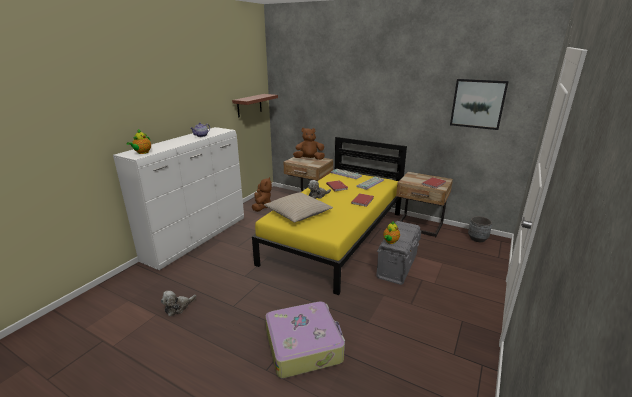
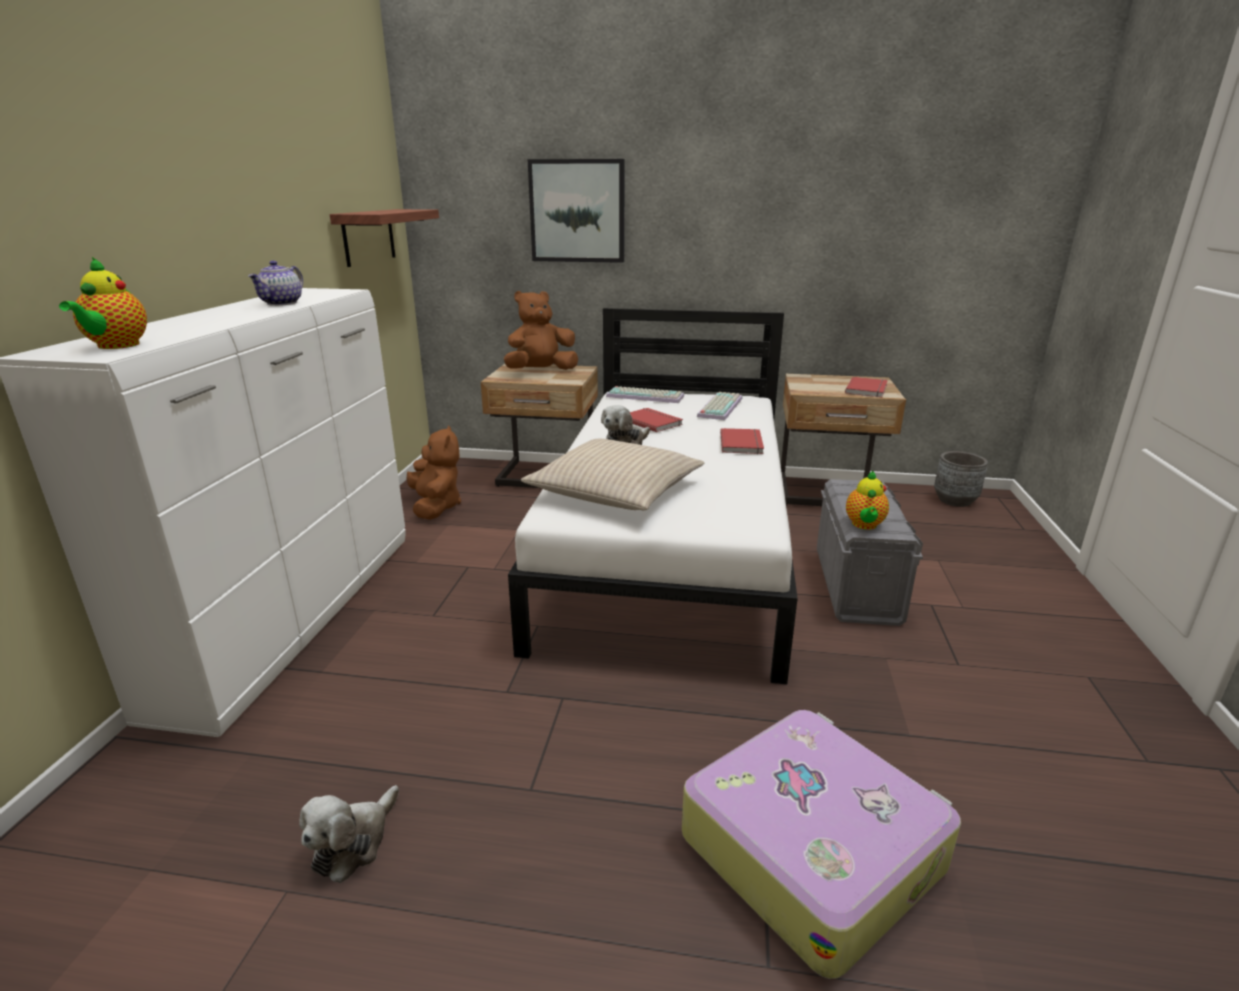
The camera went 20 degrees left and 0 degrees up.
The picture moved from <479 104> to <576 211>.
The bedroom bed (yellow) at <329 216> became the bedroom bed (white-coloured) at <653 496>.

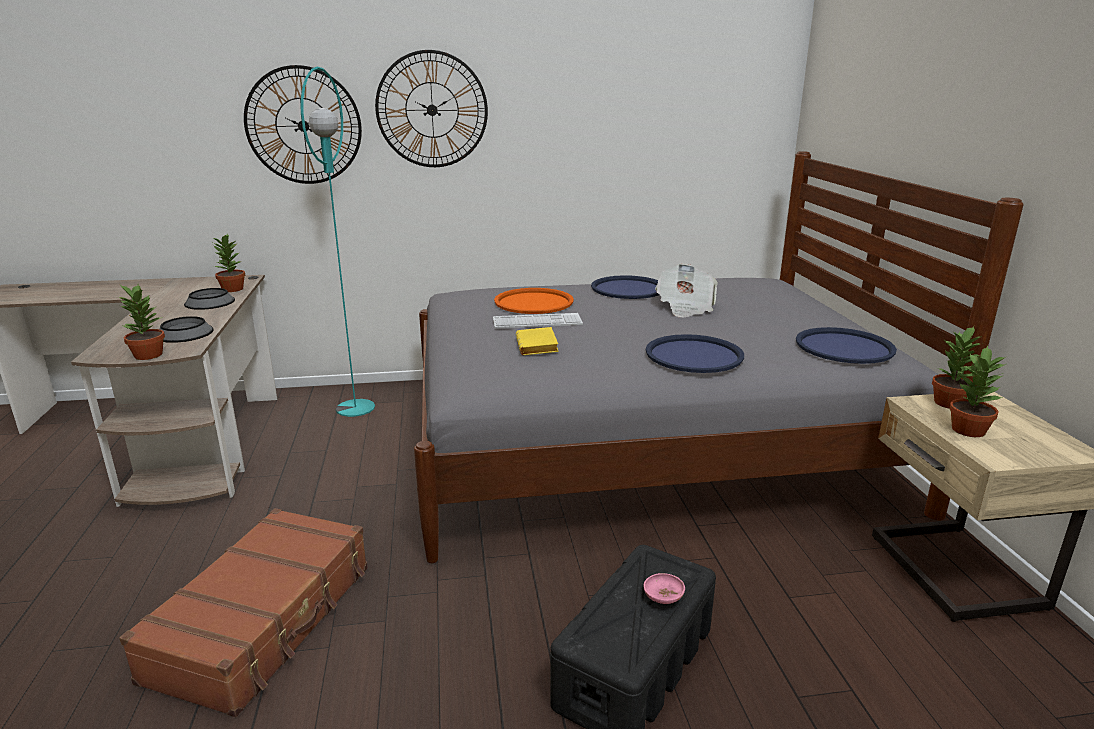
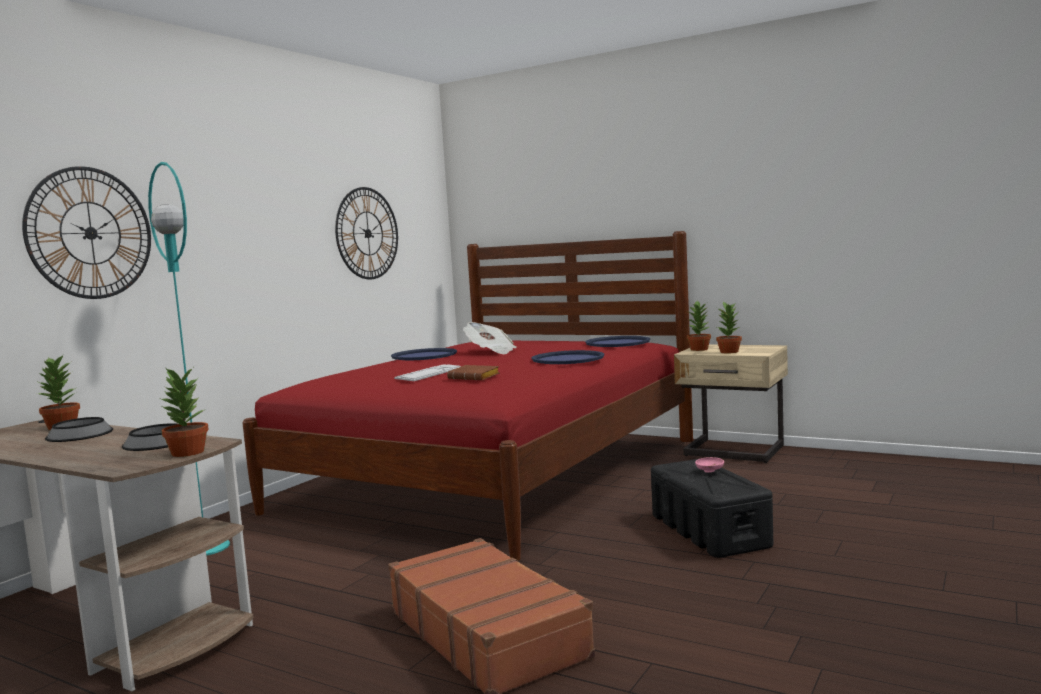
The camera went 50 degrees left and 15 degrees down.
The wall clock moved from <431 108> to <366 233>.
The bedroom bed (greyish) at <719 357> became the bedroom bed (red-coloured) at <467 396>.
The tray (orangey) at <534 301> disappeared.
The book (yellow) at <537 341> became the book (brown-coloured) at <473 372>.

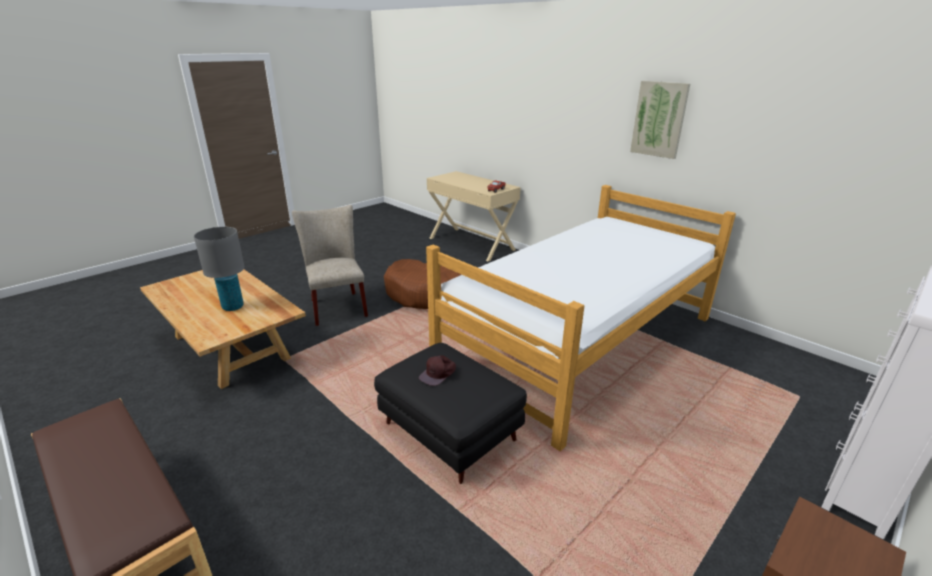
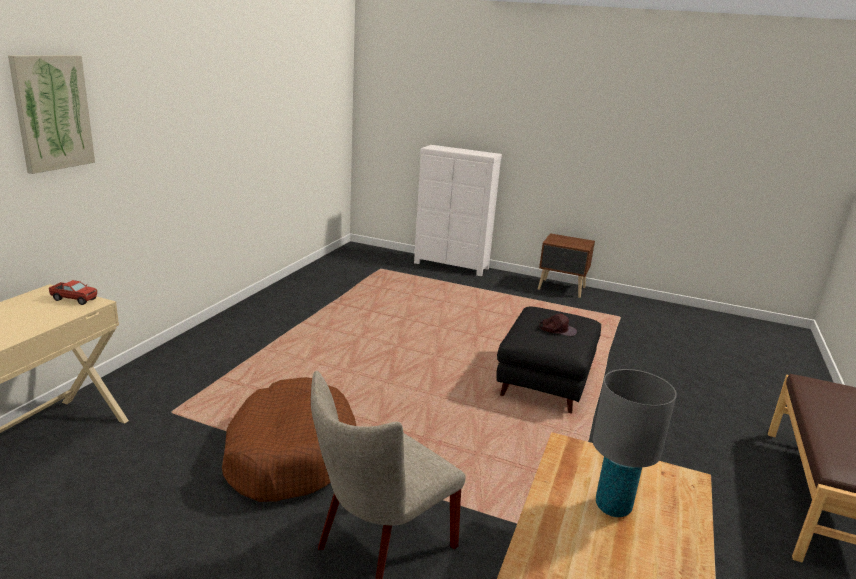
The camera went 115 degrees left and 5 degrees down.
The picture moved from <660 120> to <51 114>.
The bedroom bed at <581 318> disappeared.

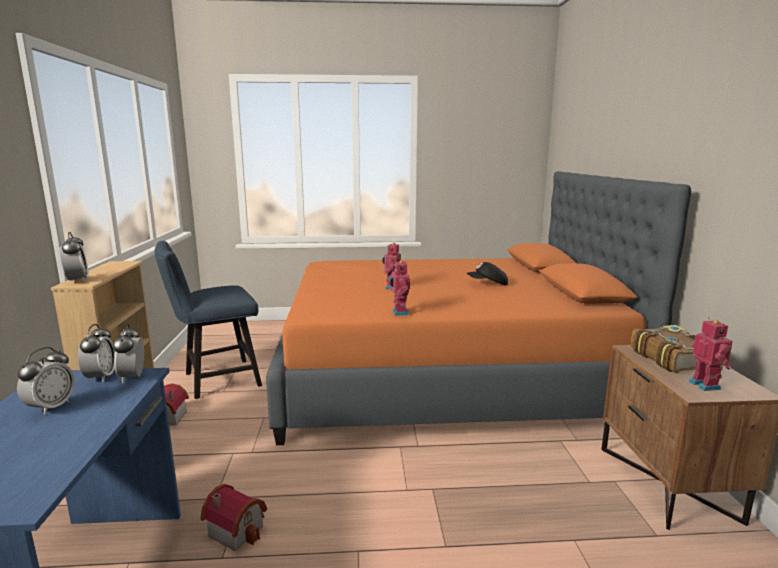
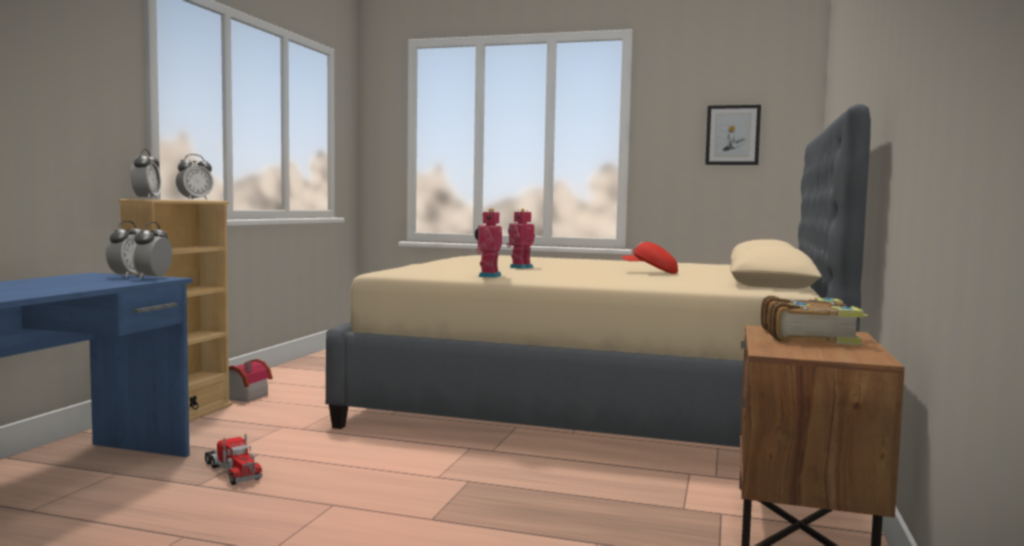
The camera went 20 degrees right and 10 degrees down.
The bedroom bed (orangey) at <478 308> became the bedroom bed (sand-coloured) at <598 275>.
The plain chair (blue-coloured) at <208 320> disappeared.
The cap (black-coloured) at <487 273> became the cap (red-coloured) at <649 258>.
The toy robot at <710 354> disappeared.
The table clock moved from <46 381> to <194 177>.
The toy house at <234 517> was replaced by the toy truck at <234 459>.
The picture at <733 135> appeared.

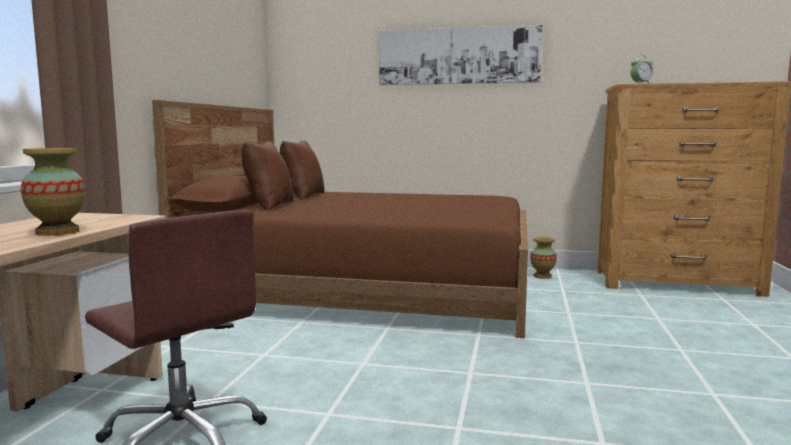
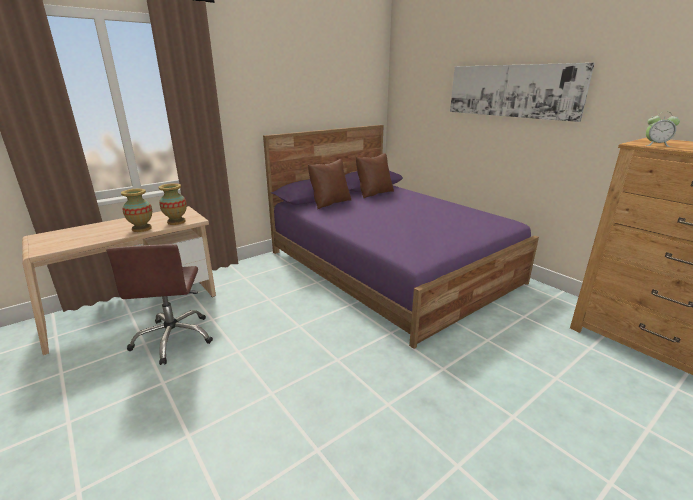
The camera went 40 degrees right and 15 degrees up.
The bedroom bed (brown-coloured) at <340 219> became the bedroom bed (purple-coloured) at <401 237>.
The flower vase moved from <543 258> to <173 204>.

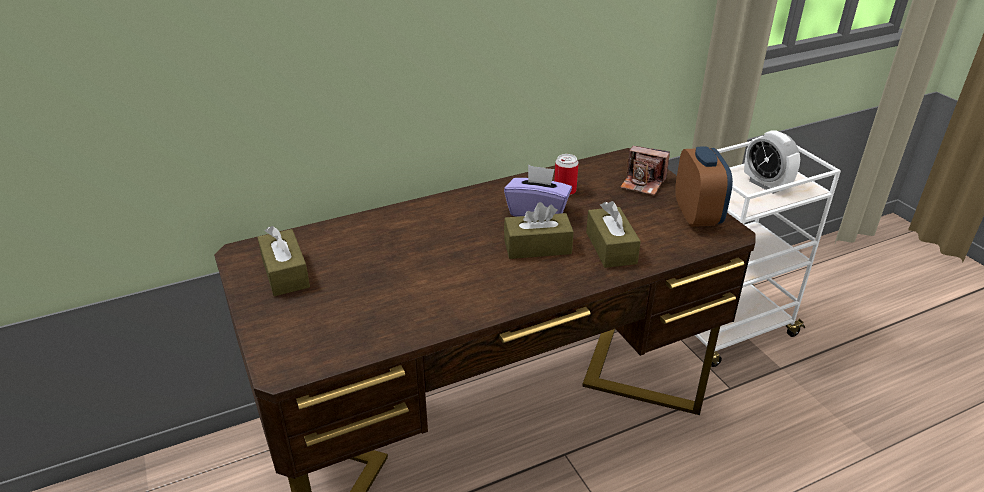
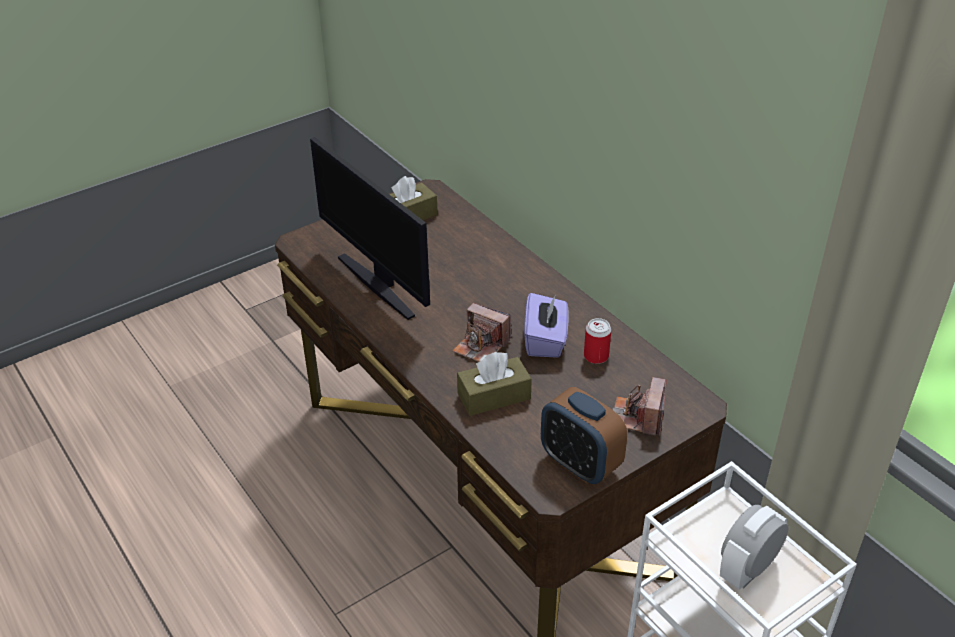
The camera went 80 degrees right and 5 degrees up.
The table clock at <704 186> turned 60 degrees clockwise.
The tissue holder (brown-coloured) at <539 230> was replaced by the still camera at <482 332>.
The computer screen at <370 228> appeared.

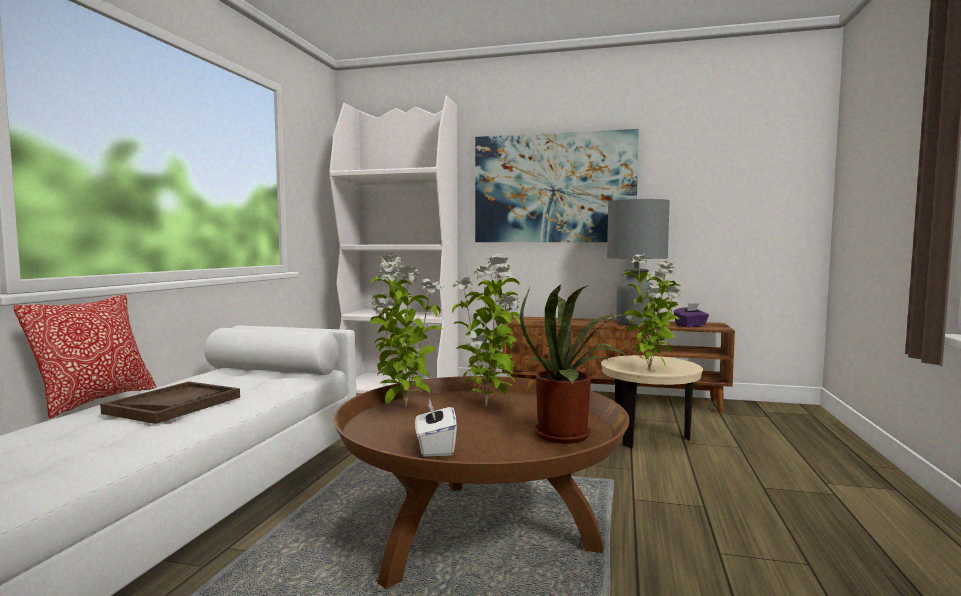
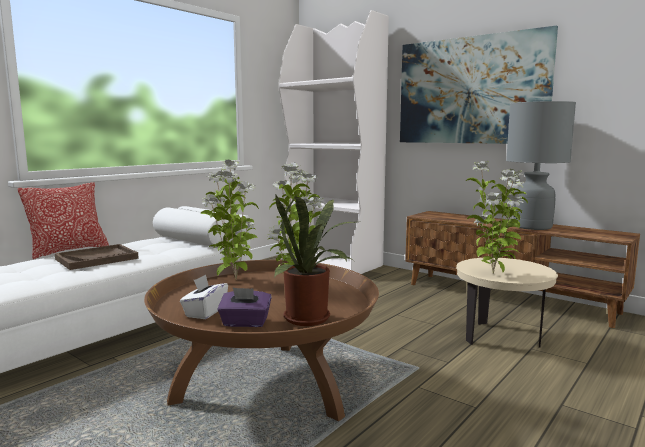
The camera went 25 degrees right and 5 degrees up.
The tissue holder (purple-coloured) moved from <691 315> to <244 307>.

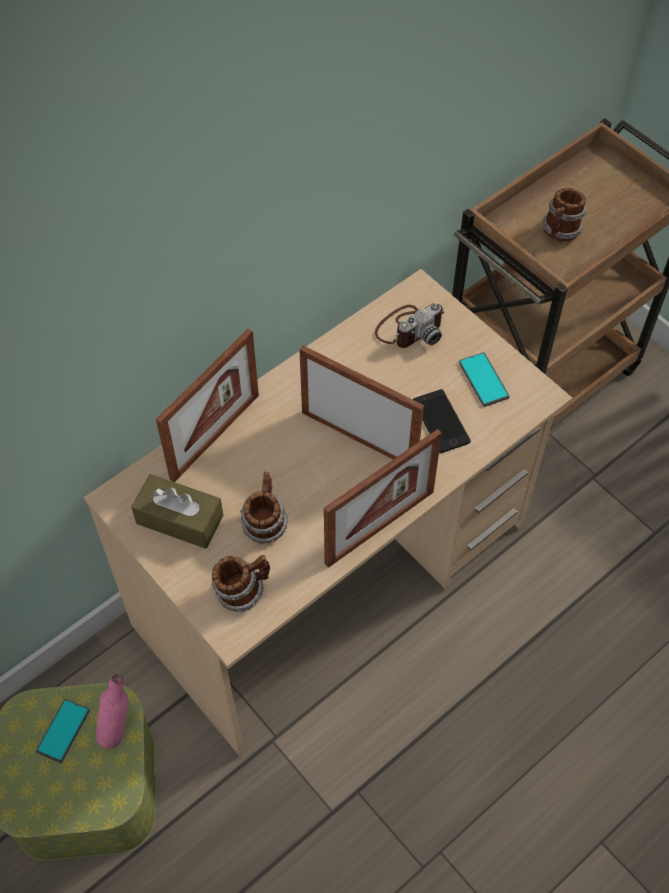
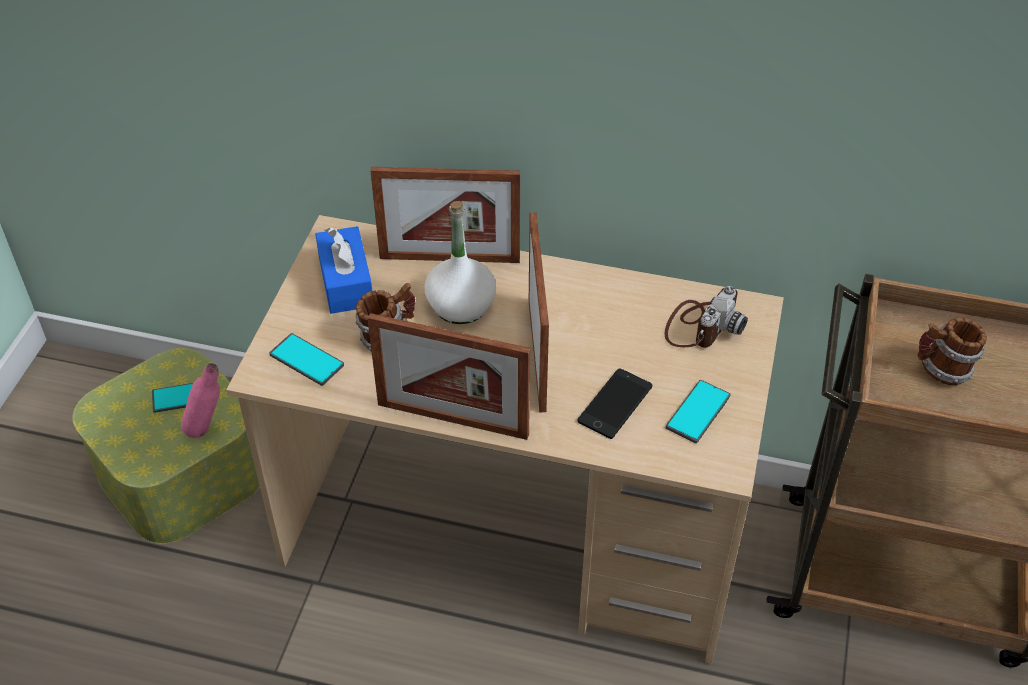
The camera went 55 degrees right and 10 degrees down.
The still camera at <409 325> turned 75 degrees counterclockwise.
The tissue holder (brown-coloured) at <177 511> became the tissue holder (blue-coloured) at <343 270>.
The tea mug at <240 583> was replaced by the phone at <306 359>.
The bottle (white-coloured) at <460 262> appeared.

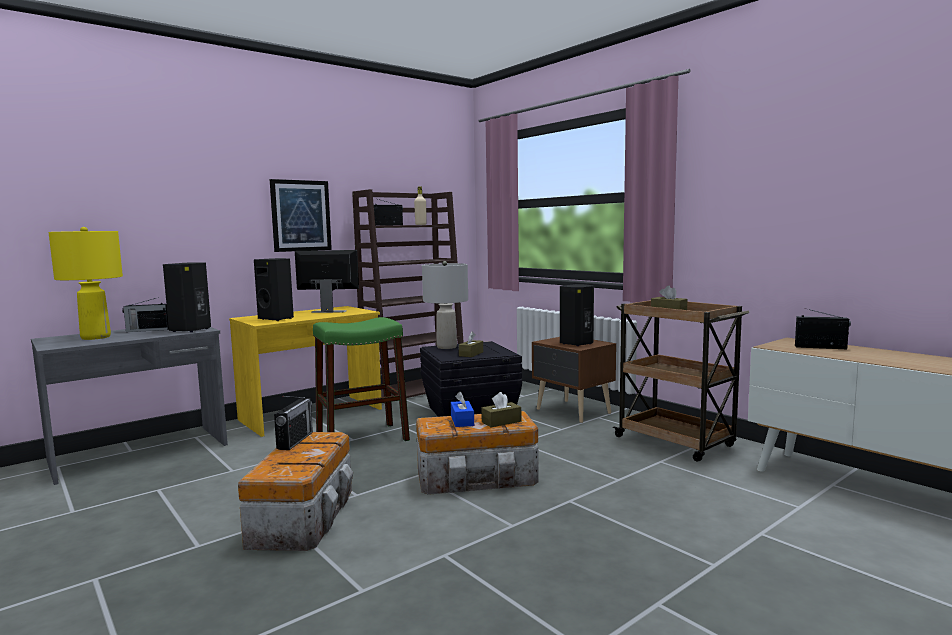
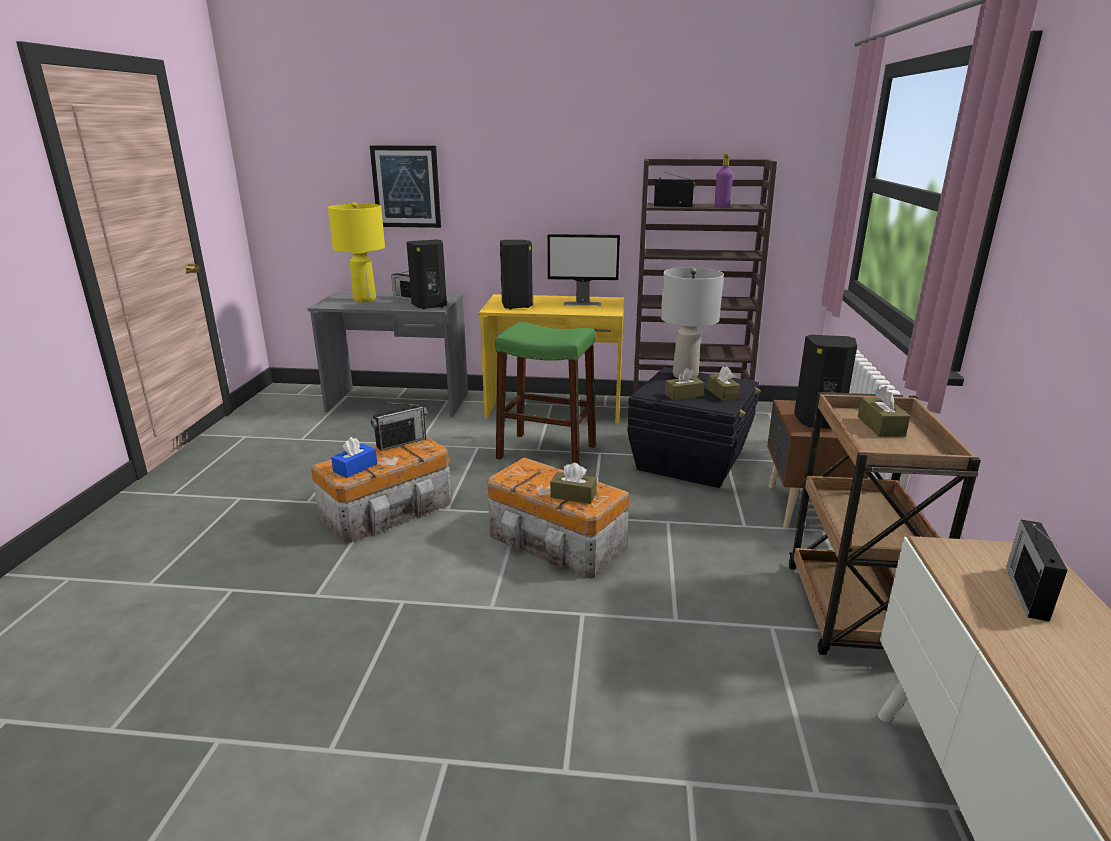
The camera went 45 degrees right and 15 degrees up.
The picture moved from <301 215> to <405 186>.
The bottle (sand-coloured) at <420 205> became the bottle (purple-coloured) at <724 181>.
The computer screen at <327 281> turned 135 degrees clockwise.
The radio at <823 328> turned 135 degrees counterclockwise.
The tissue holder (blue-coloured) moved from <462 409> to <354 457>.
The tissue holder (brown-coloured) at <723 383> appeared.

